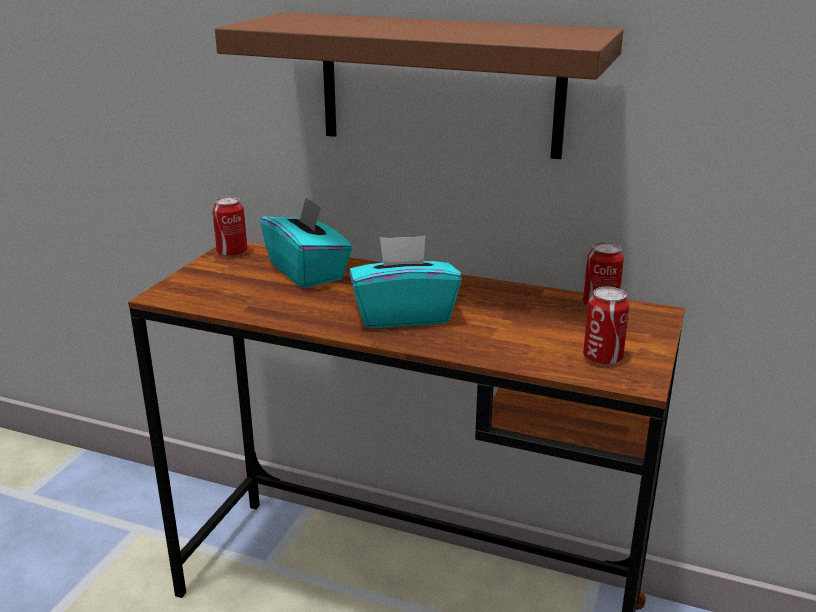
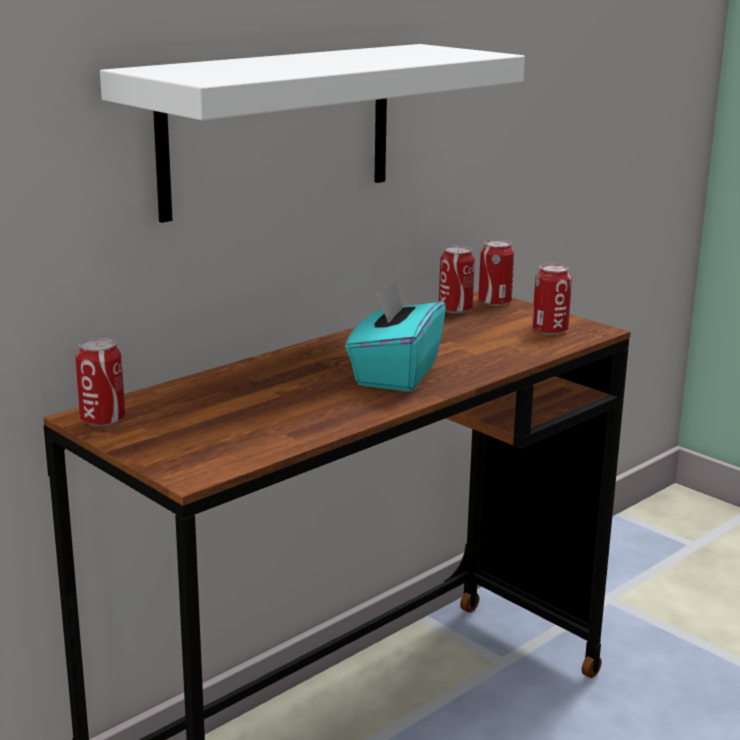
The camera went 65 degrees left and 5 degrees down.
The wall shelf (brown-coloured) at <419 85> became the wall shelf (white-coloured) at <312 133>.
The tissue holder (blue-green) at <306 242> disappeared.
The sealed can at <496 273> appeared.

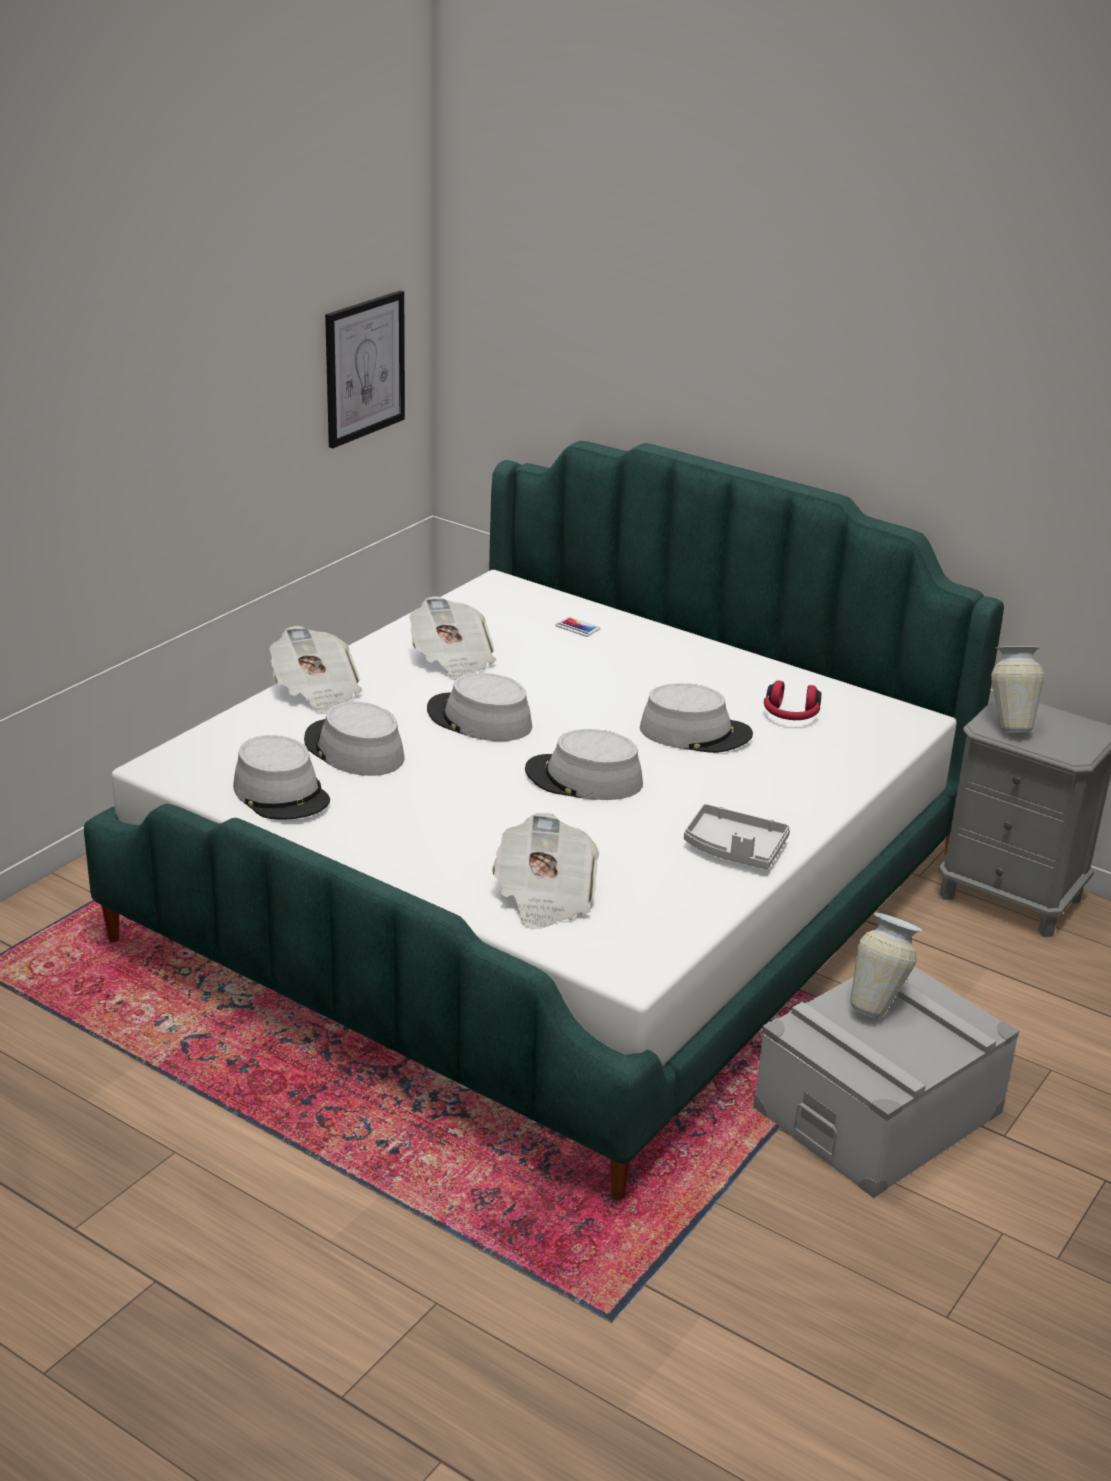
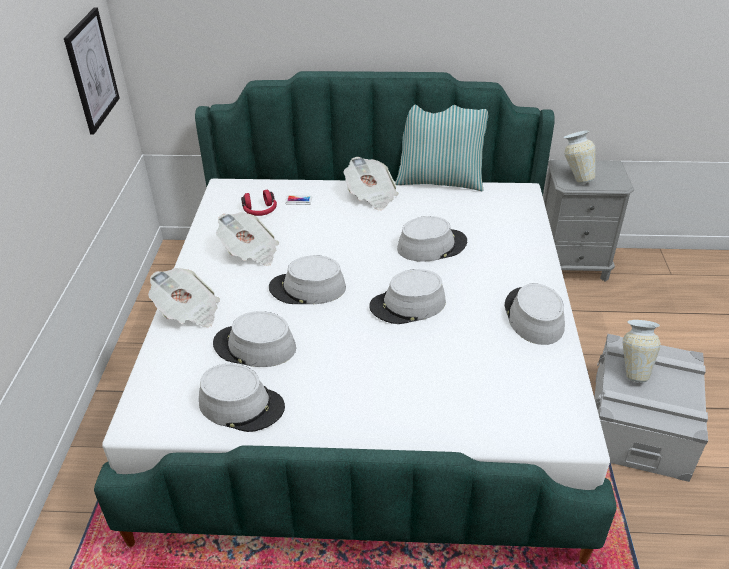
The camera went 30 degrees left and 10 degrees up.
The headphones (red-coloured) moved from <792 700> to <259 203>.
The tray (greyish) at <737 836> was replaced by the hat (greyish) at <535 314>.
The printed paper moved from <545 871> to <371 183>.
The throw pillow at <441 147> appeared.

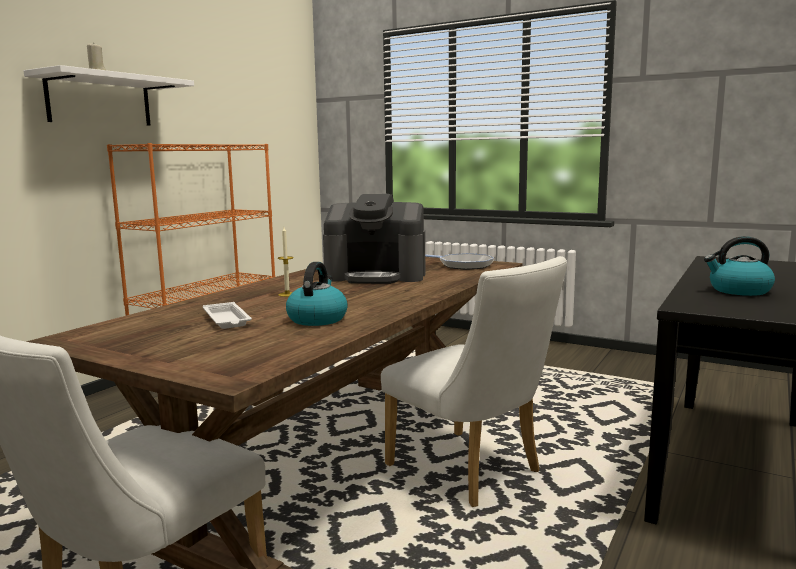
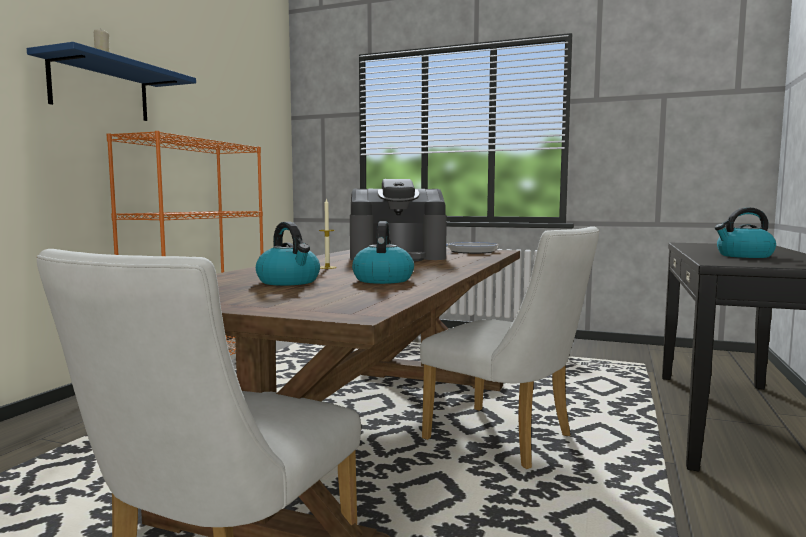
The camera went 10 degrees left and 5 degrees down.
The wall shelf (white-coloured) at <108 95> became the wall shelf (blue-coloured) at <111 81>.
The tray (white-coloured) at <227 315> was replaced by the water kettle at <288 254>.

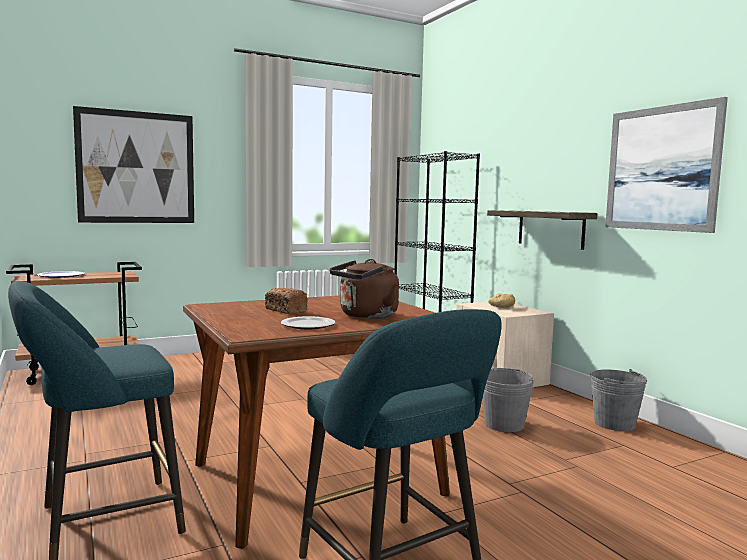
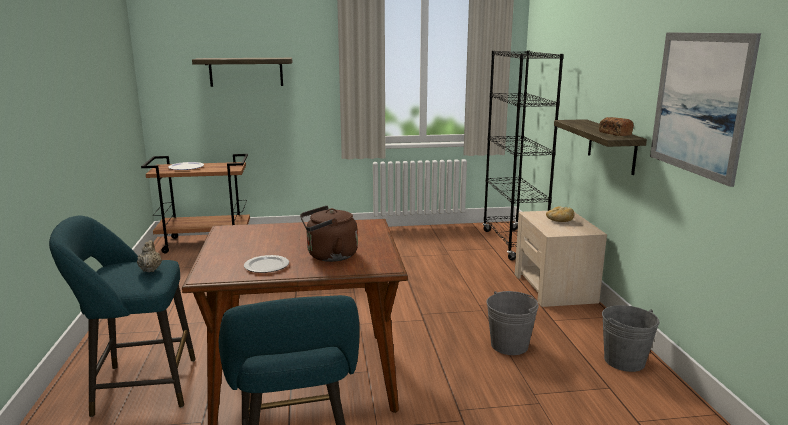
The camera went 20 degrees right and 10 degrees up.
The picture at <133 164> was replaced by the wall shelf at <242 72>.
The bakery bread moved from <286 301> to <616 126>.
The teapot (sand-coloured) at <149 256> appeared.

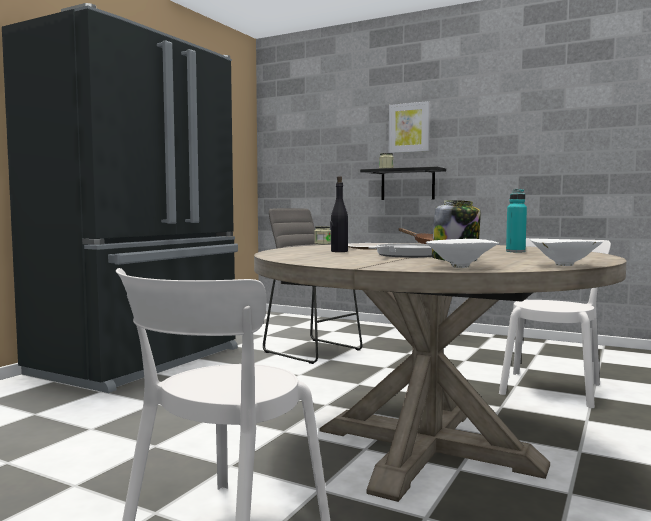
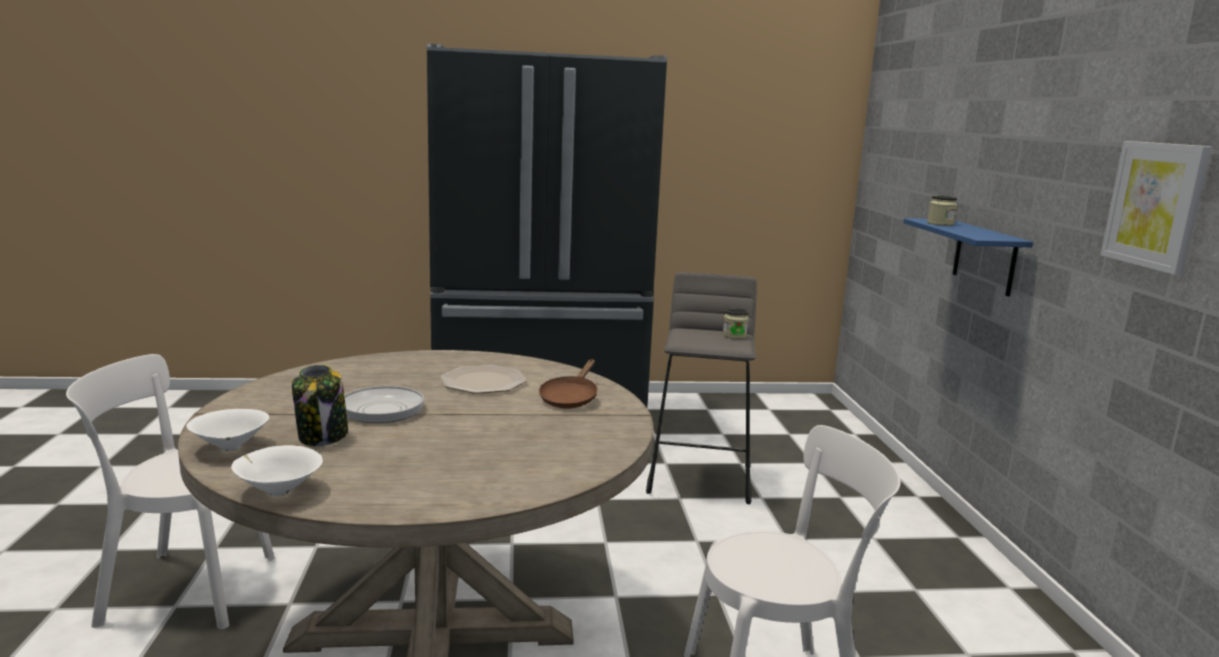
The camera went 55 degrees right and 10 degrees up.
The picture moved from <409 127> to <1156 208>.
The wall shelf (black-coloured) at <403 183> became the wall shelf (blue-coloured) at <968 257>.
The bottle (black-coloured) at <339 214> disappeared.
The bottle (blue-green) at <516 220> disappeared.

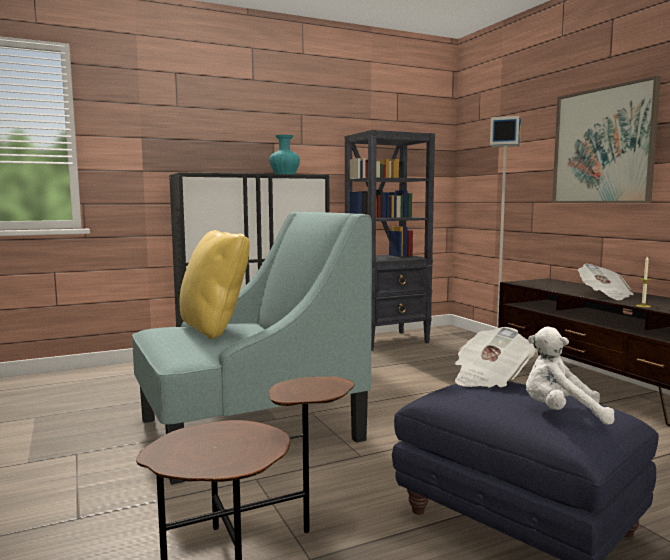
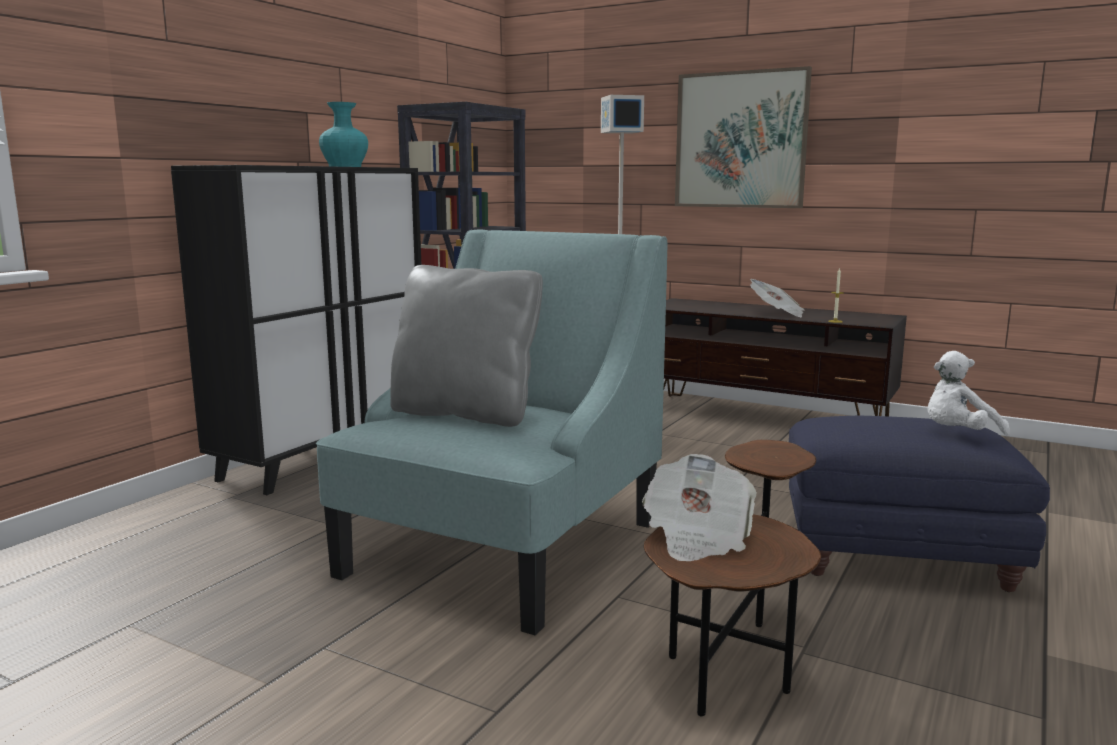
The camera went 35 degrees left and 5 degrees up.
The throw pillow (yellow) at <215 284> became the throw pillow (greyish) at <466 346>.
The printed paper moved from <495 357> to <699 507>.

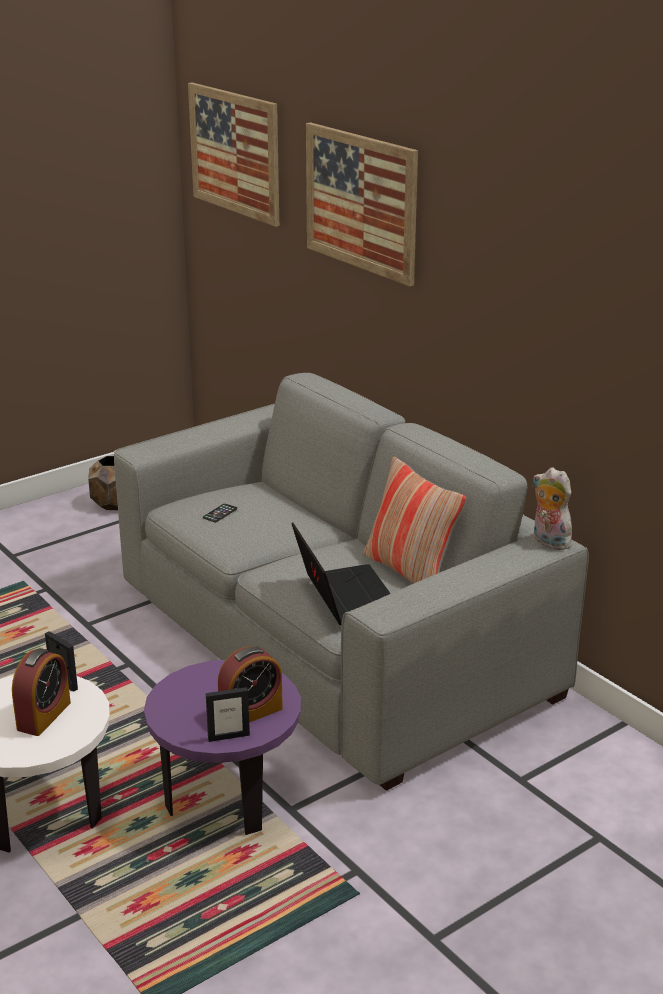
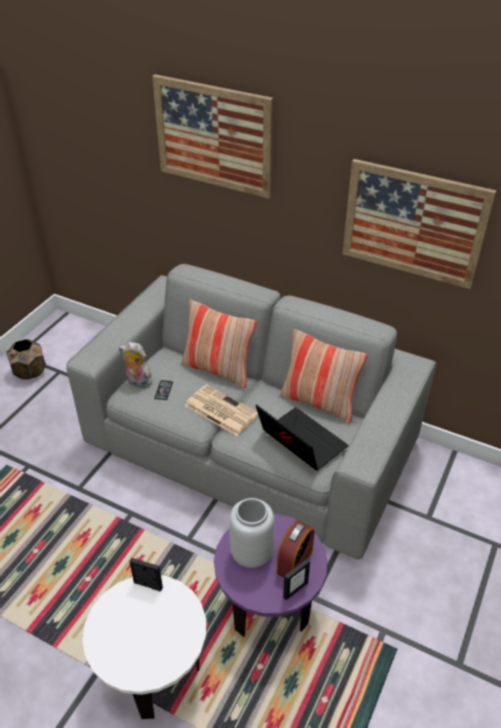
The camera went 25 degrees left and 15 degrees up.
The picture moved from <233 155> to <419 224>.
The cuddly toy moved from <552 508> to <136 365>.
The table clock at <41 692> disappeared.
The throw pillow at <219 344> appeared.
The printed paper at <221 410> appeared.
The flower vase (greyish) at <252 533> appeared.

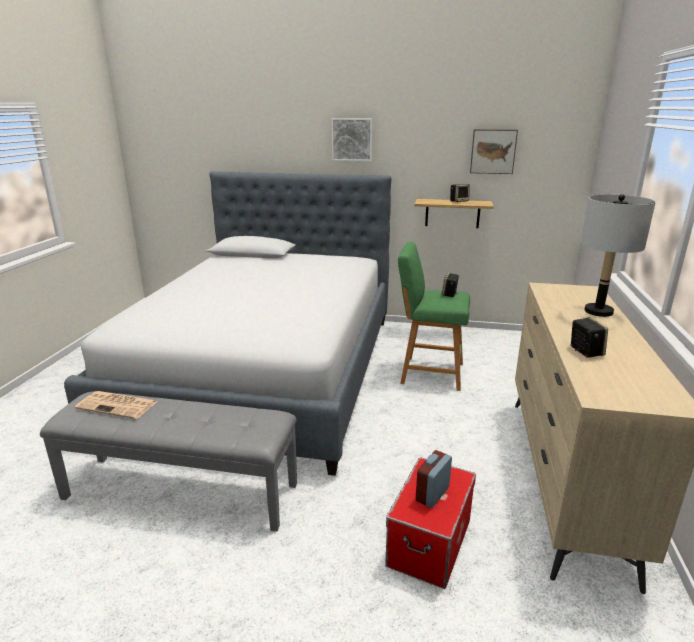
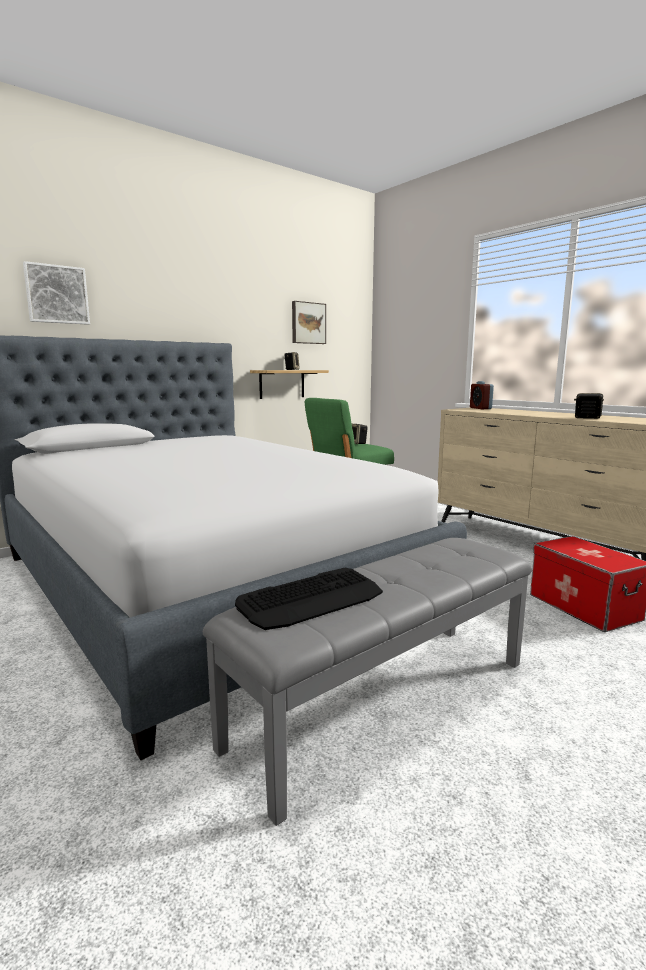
The camera went 50 degrees left and 10 degrees down.
The picture moved from <352 139> to <56 293>.
The table lamp (greyish) at <618 255> disappeared.
The printed paper at <116 405> was replaced by the computer keyboard at <309 599>.
The table clock moved from <434 479> to <482 395>.

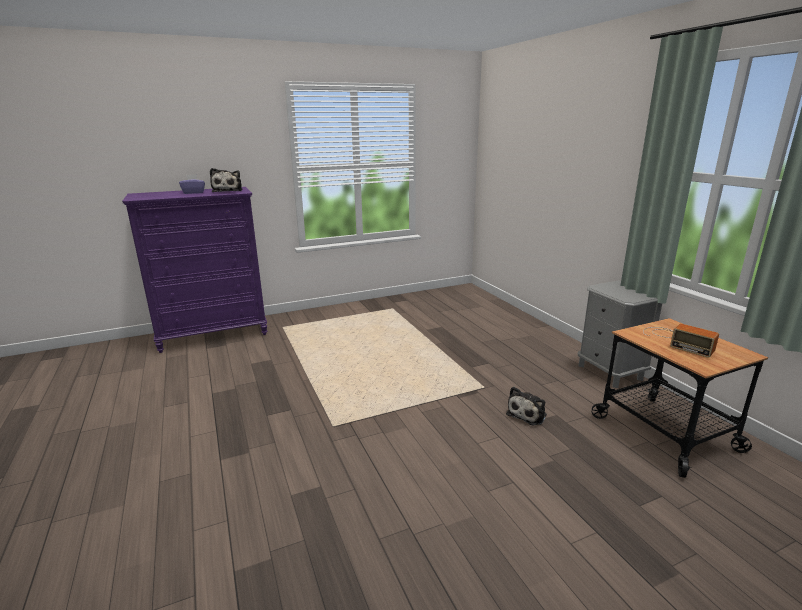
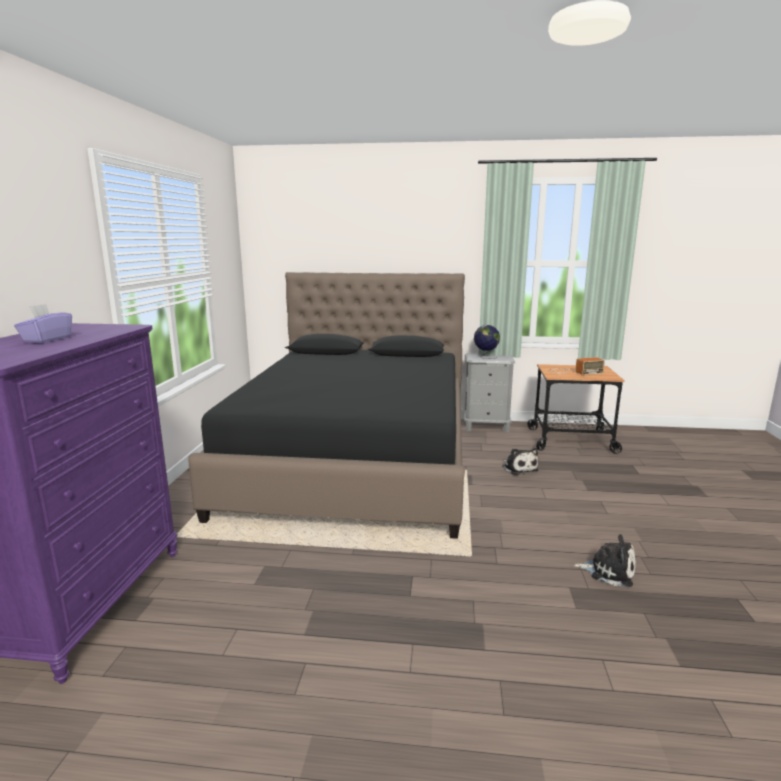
The camera went 60 degrees left and 5 degrees down.
The cuddly toy moved from <226 180> to <605 560>.
The bedroom bed (black-coloured) at <326 405> appeared.
The globe at <487 342> appeared.

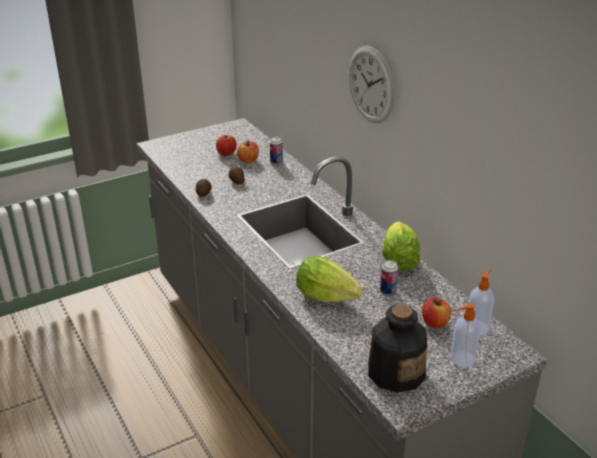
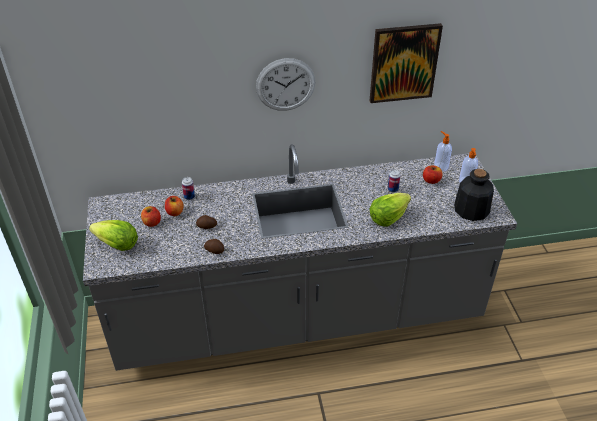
The camera went 70 degrees left and 10 degrees up.
The lettuce head moved from <401 246> to <113 235>.
The picture at <406 63> appeared.

